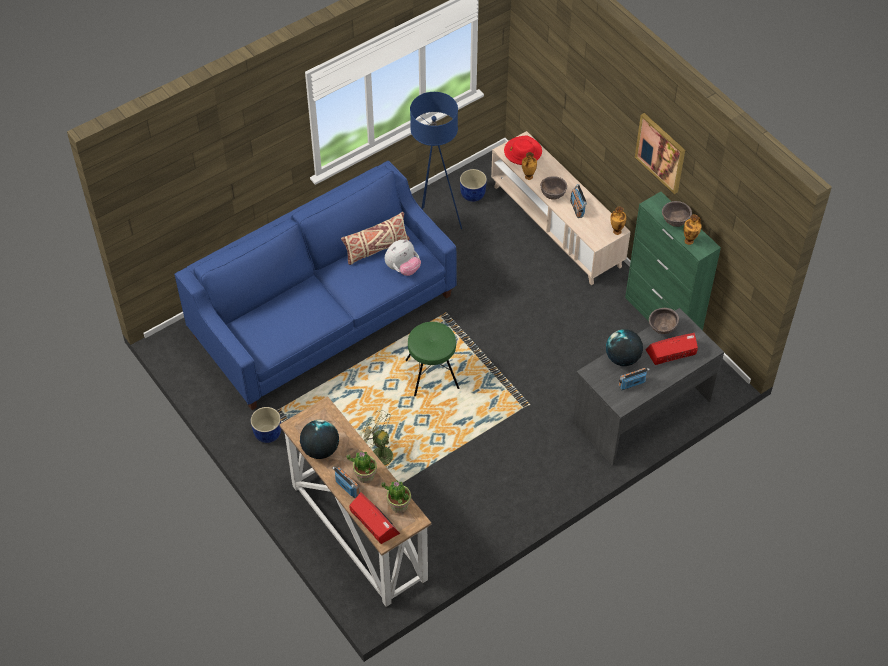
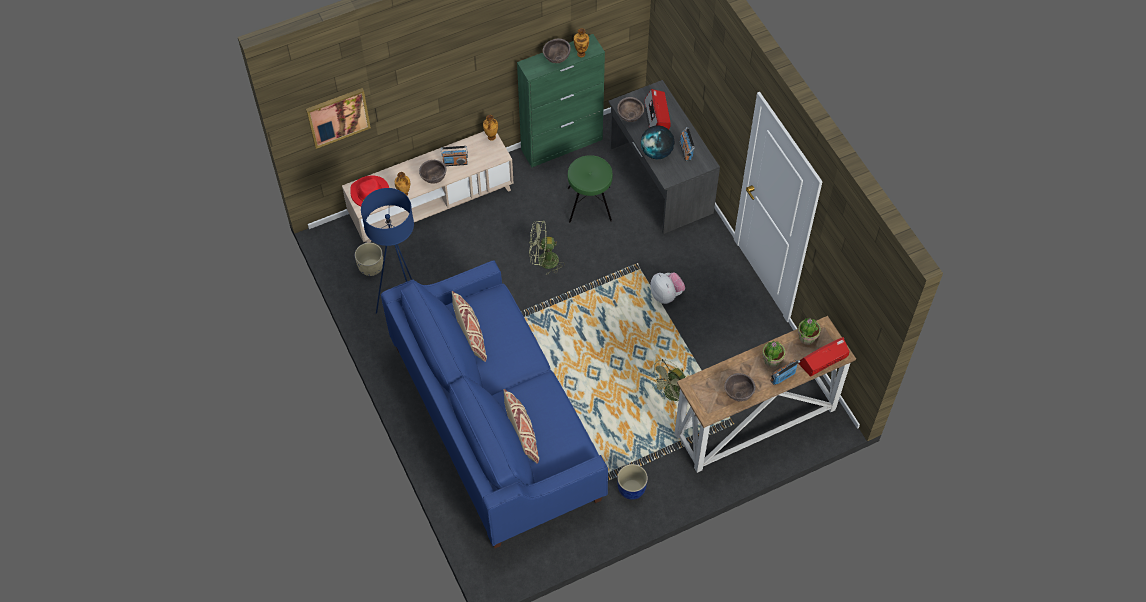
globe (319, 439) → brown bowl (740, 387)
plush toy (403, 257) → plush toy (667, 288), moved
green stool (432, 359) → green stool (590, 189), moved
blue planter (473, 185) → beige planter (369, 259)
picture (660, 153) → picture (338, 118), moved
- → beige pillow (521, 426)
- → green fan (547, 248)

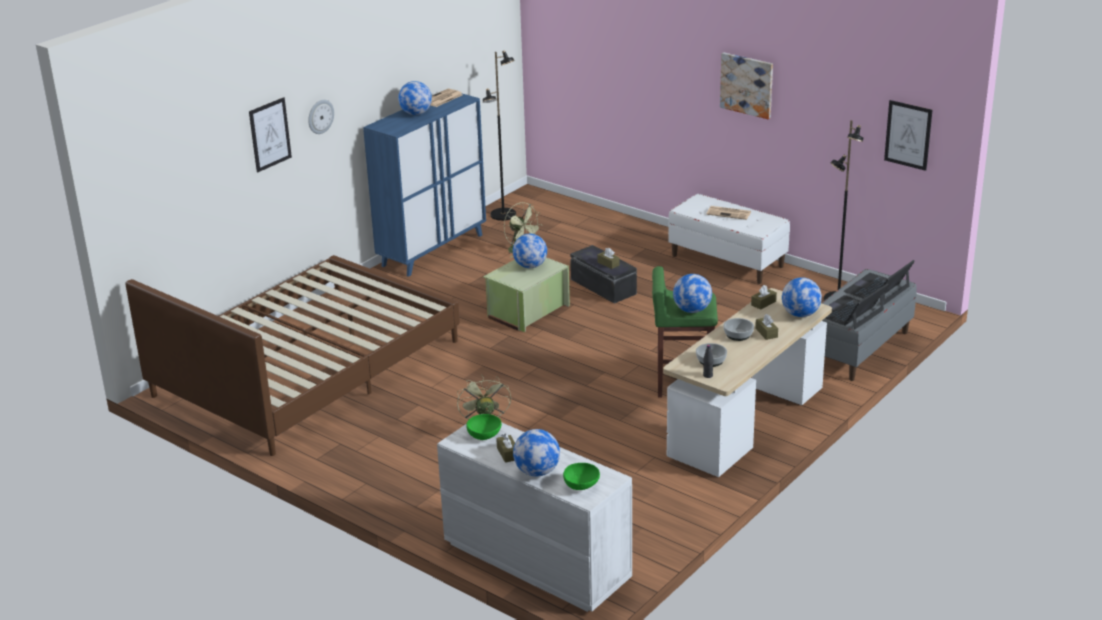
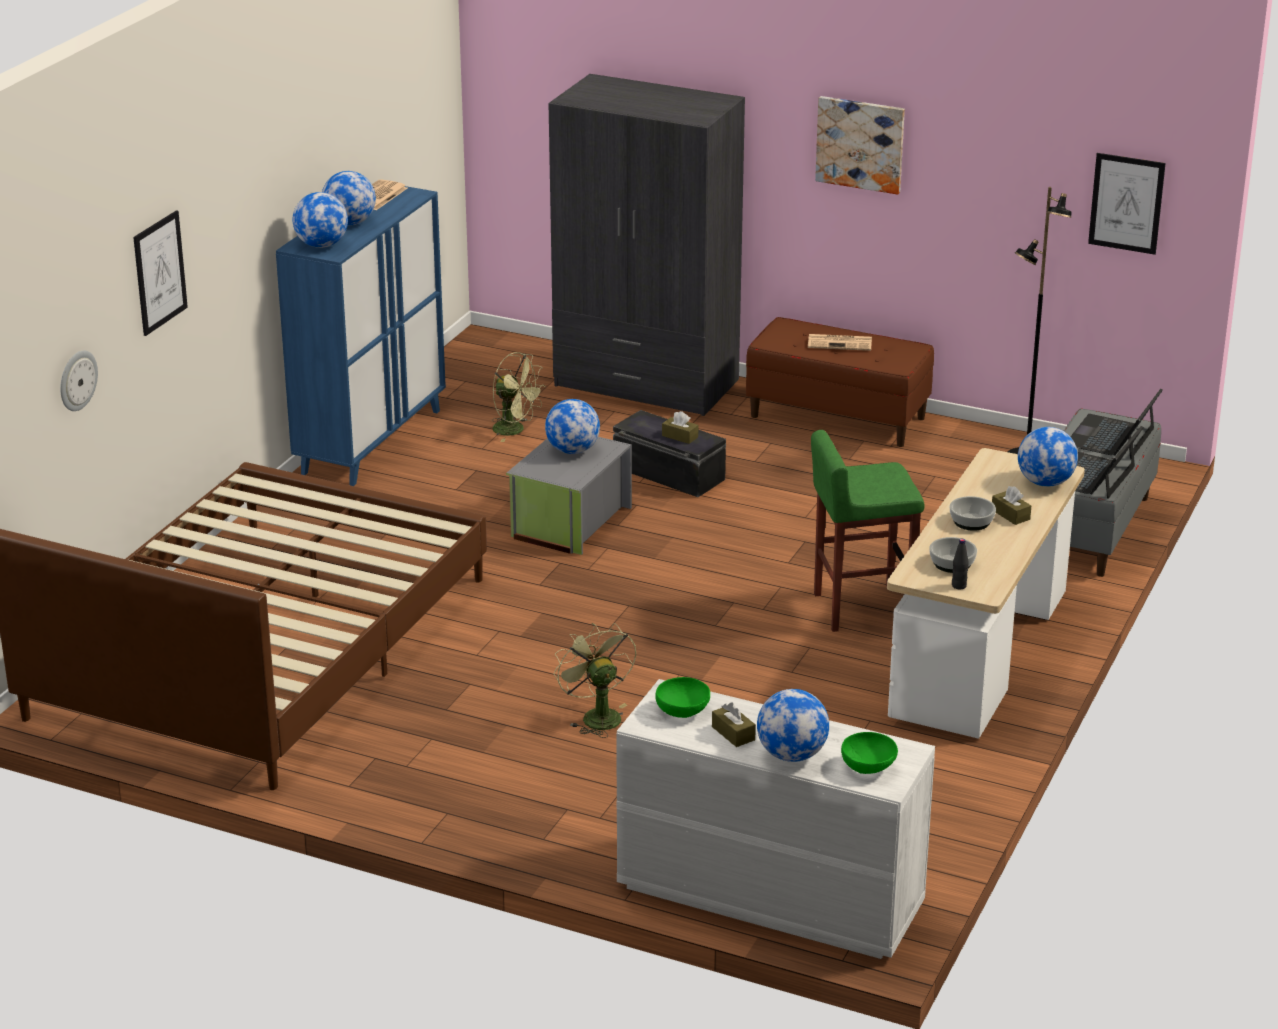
wall clock (321, 117) → wall clock (79, 381), moved
black floor lamp (499, 135) → -
green storage box (526, 294) → grey storage box (569, 496)
white bench (729, 239) → brown bench (840, 382)
globe (692, 293) → globe (320, 220), moved
brown tissue box (764, 297) → -
- → grey wardrobe (647, 245)

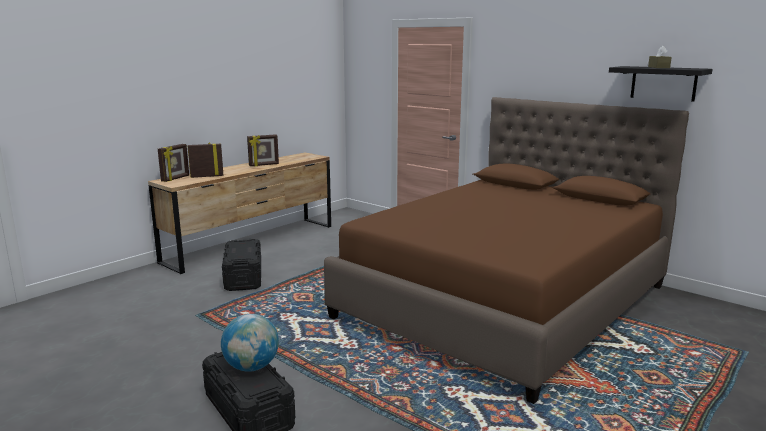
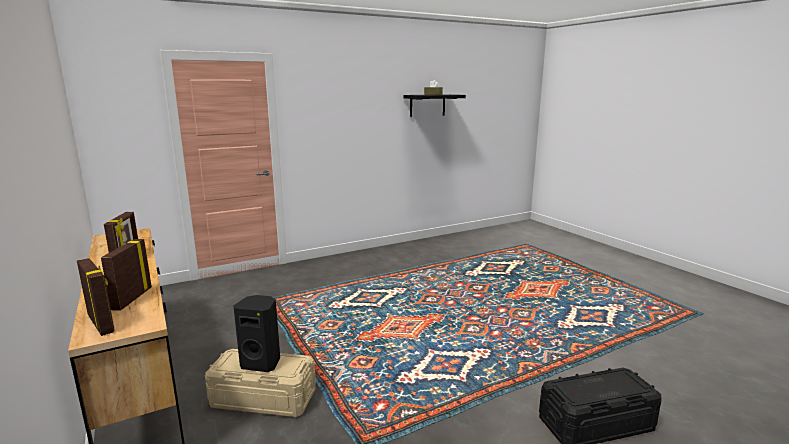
globe (250, 343) → -
black storage box (241, 265) → beige storage box (260, 383)
brown bed (506, 250) → -
- → black speaker (256, 333)

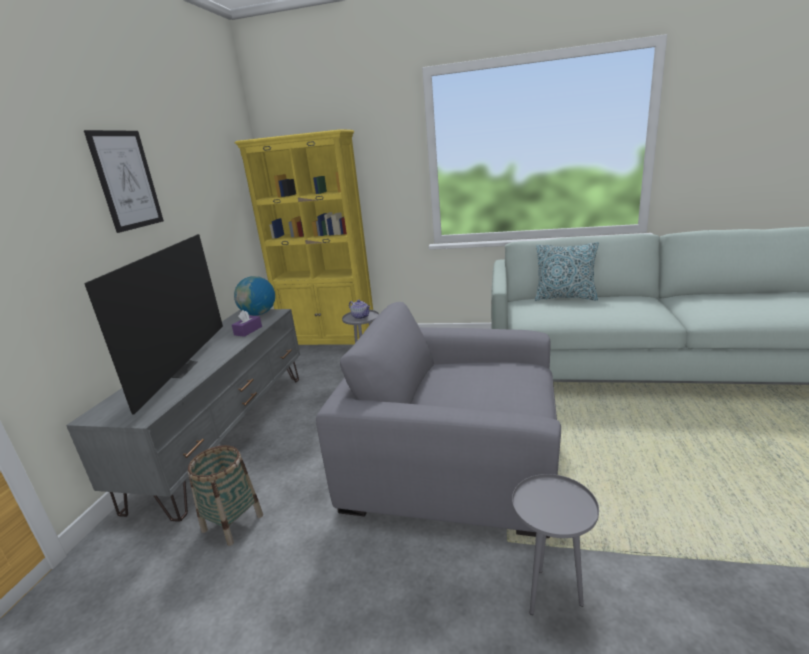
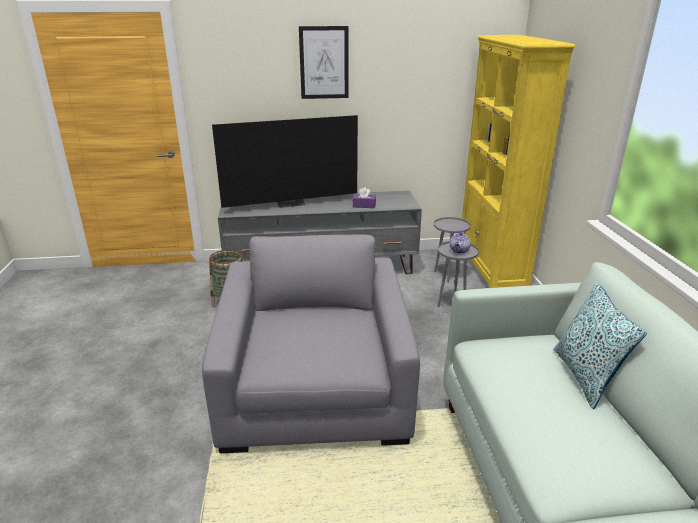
globe (254, 296) → -
grey side table (555, 544) → grey side table (452, 249), moved

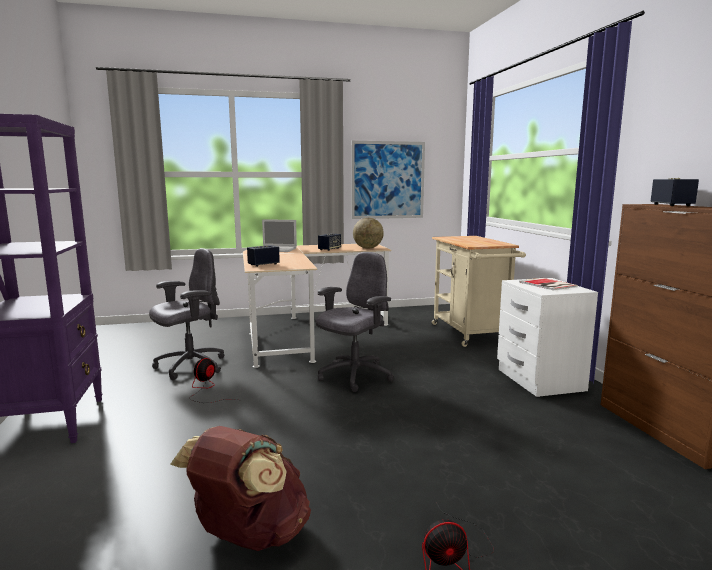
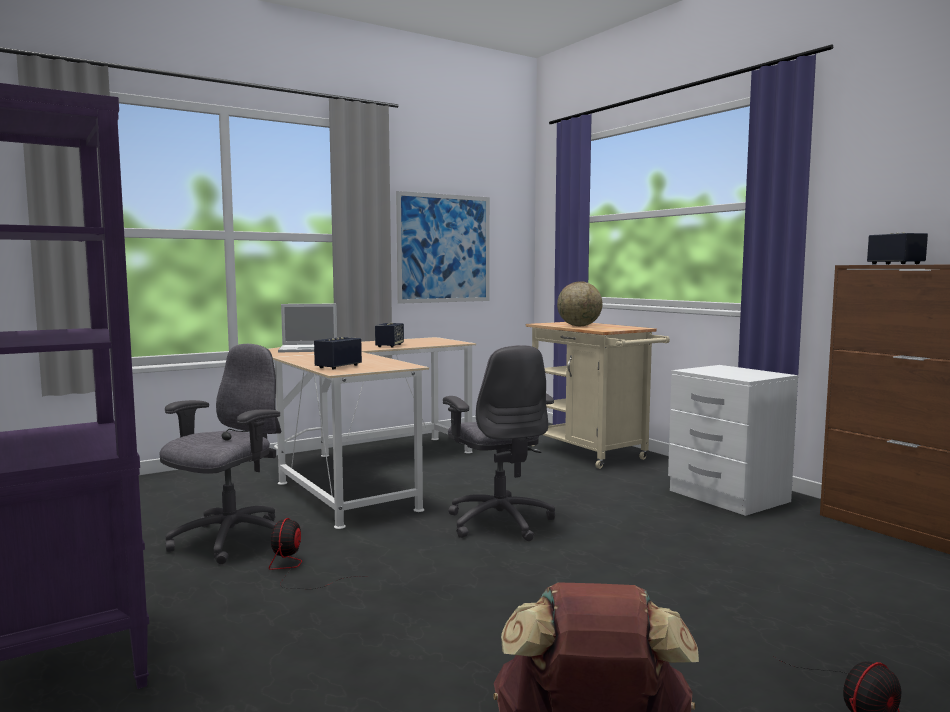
grey office chair (354, 322) → grey office chair (499, 443), 135 degrees clockwise
globe (368, 233) → globe (580, 303), moved
book (548, 284) → -

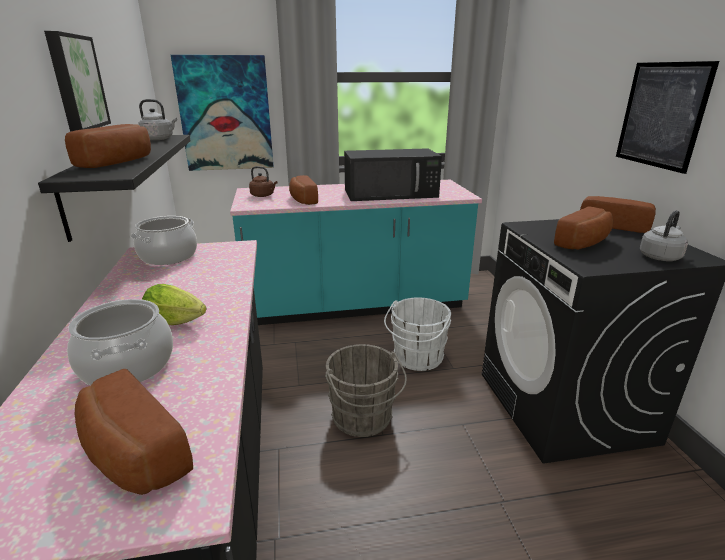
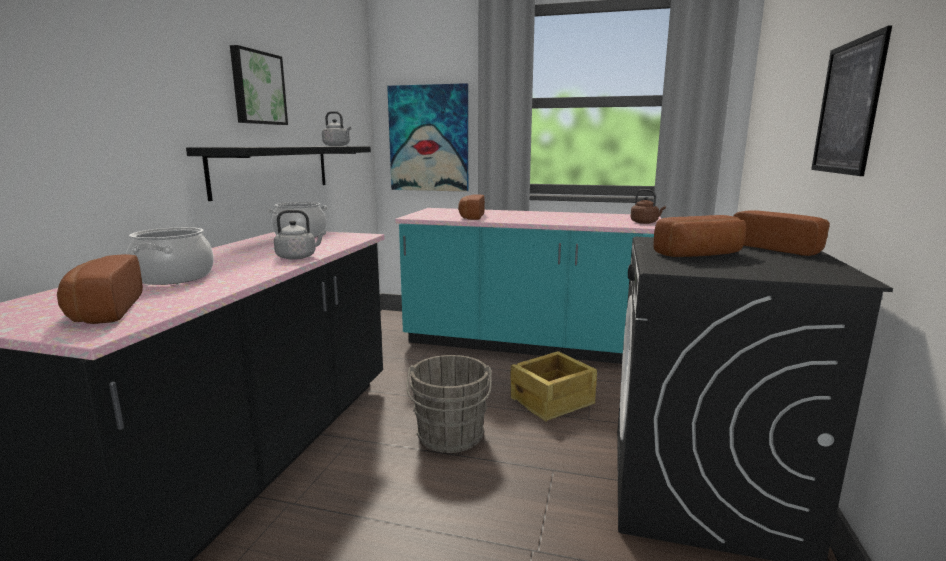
bread (108, 146) → -
lettuce (174, 304) → -
brown kettle (263, 181) → brown kettle (648, 206), moved
black microwave (393, 174) → -
white bucket (417, 334) → crate (553, 386)
grey kettle (664, 235) → grey kettle (300, 235), moved

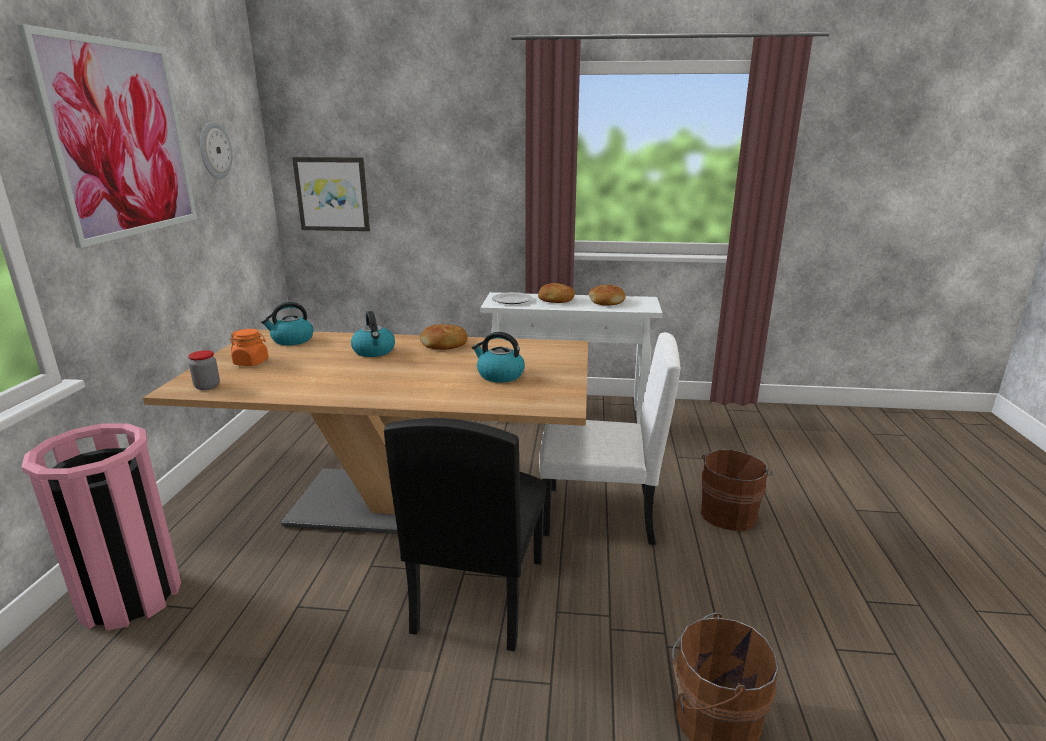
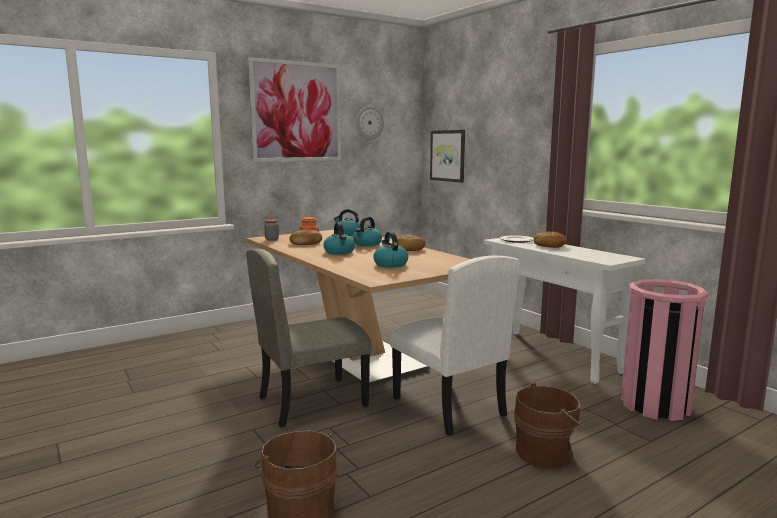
pink trash can (101, 527) → pink trash can (665, 350), moved
black chair (465, 534) → beige chair (309, 338)
bread (607, 295) → bread (305, 237), moved
- → kettle (339, 238)

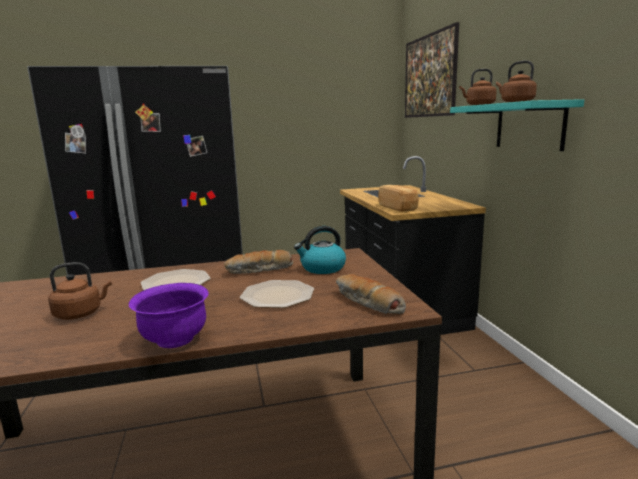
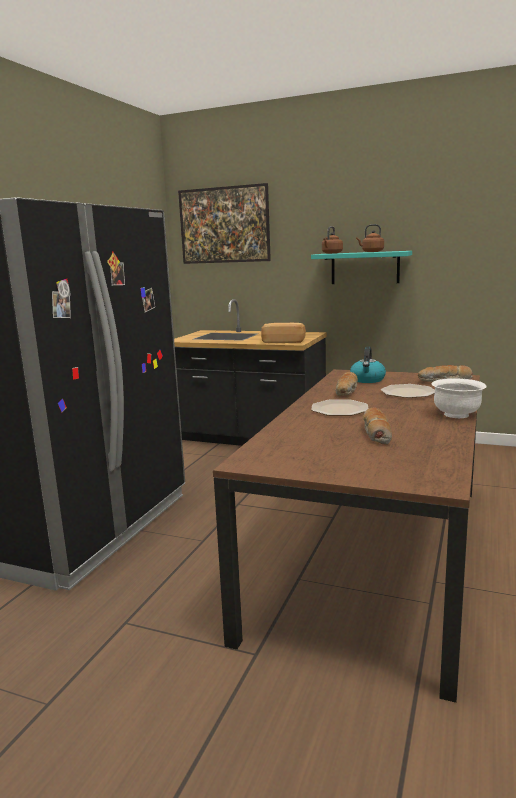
brown kettle (80, 291) → bread (377, 426)
purple bowl (169, 315) → white bowl (459, 398)

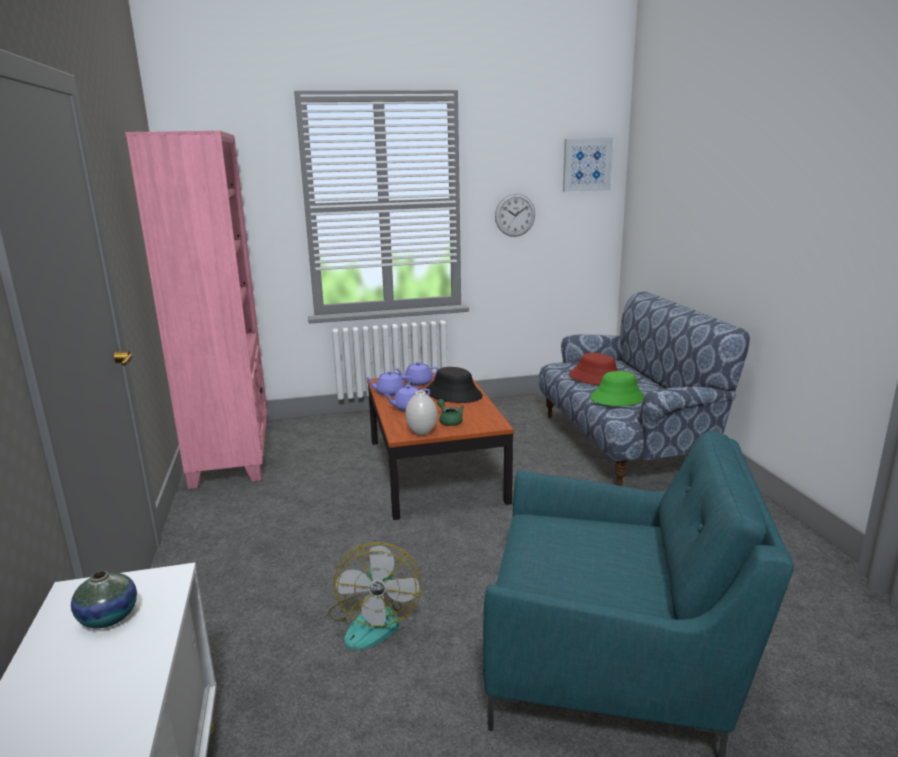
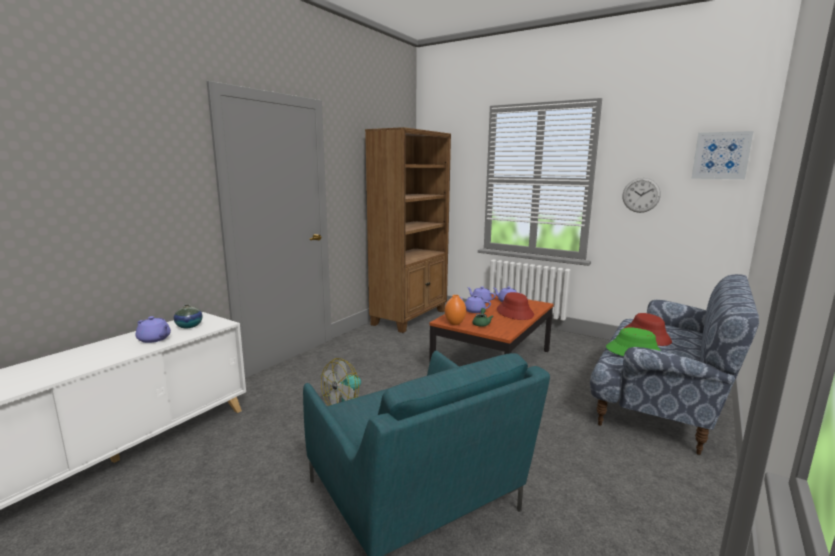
pink bookcase (196, 310) → brown bookcase (408, 230)
white vase (421, 413) → orange vase (455, 310)
black hat (454, 385) → red hat (515, 306)
- → purple teapot (153, 329)

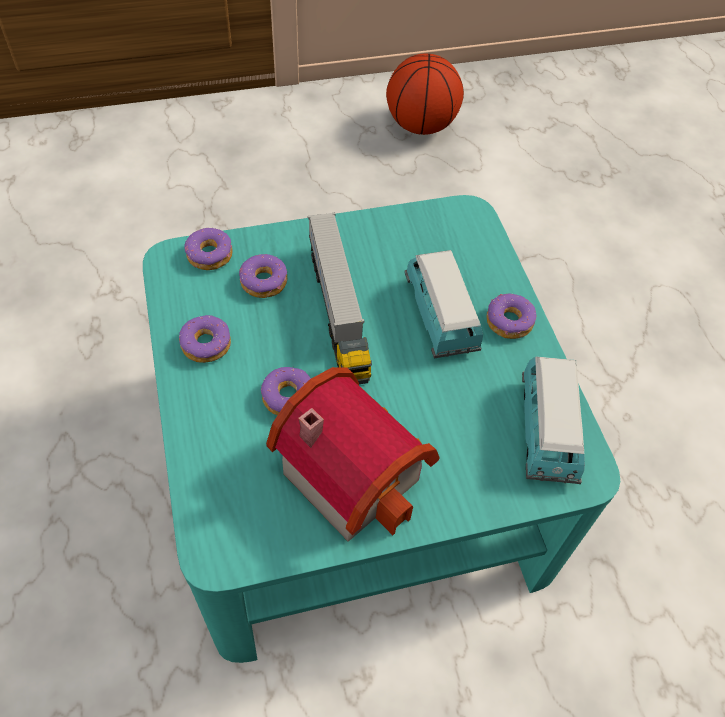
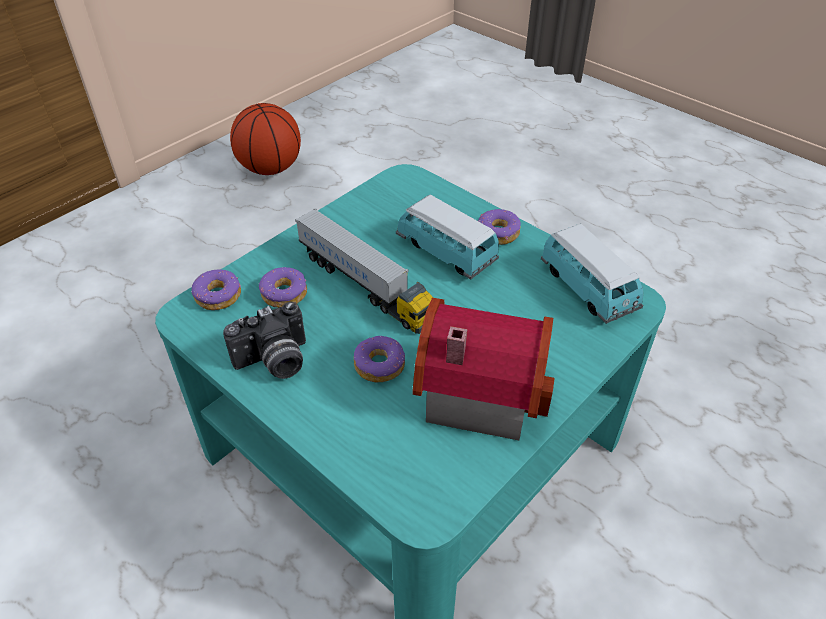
donut (205, 339) → photo camera (264, 340)

